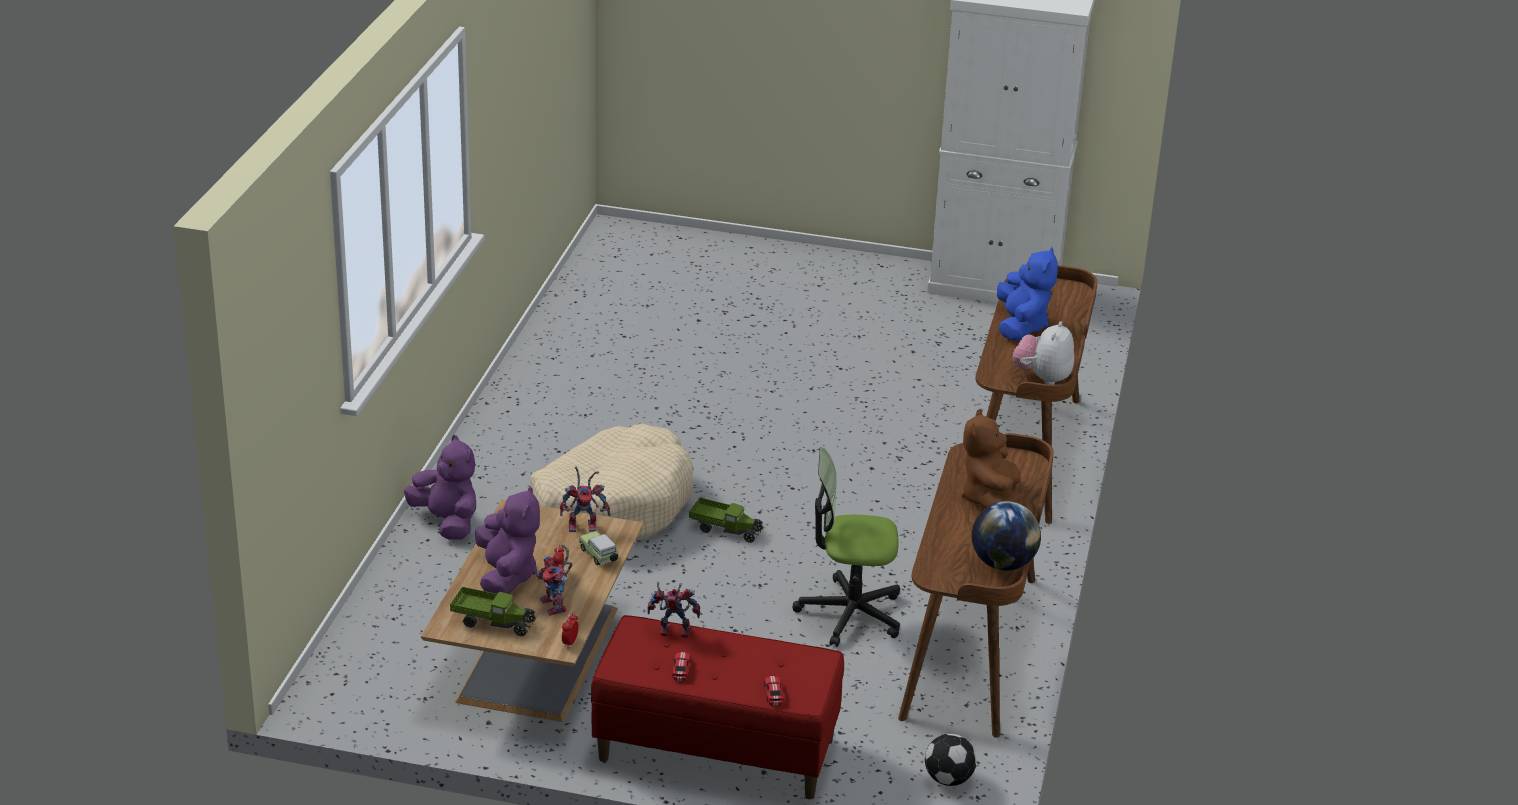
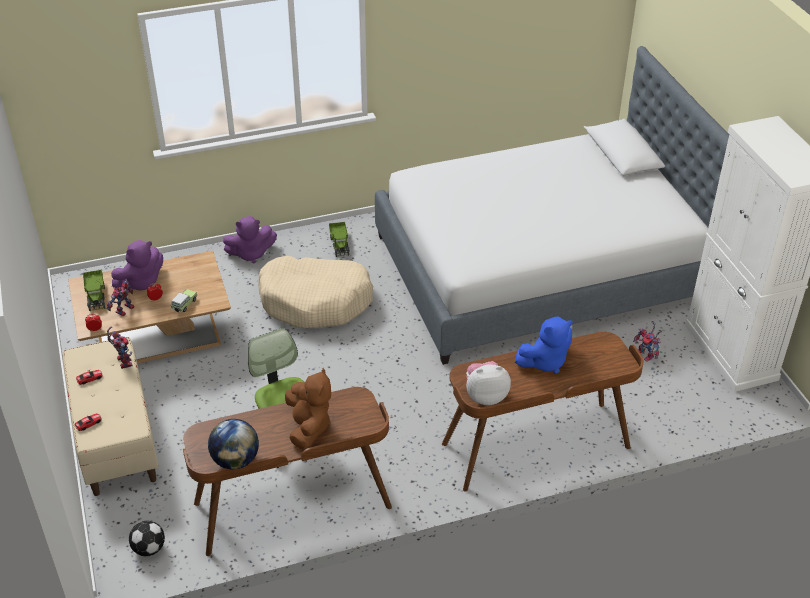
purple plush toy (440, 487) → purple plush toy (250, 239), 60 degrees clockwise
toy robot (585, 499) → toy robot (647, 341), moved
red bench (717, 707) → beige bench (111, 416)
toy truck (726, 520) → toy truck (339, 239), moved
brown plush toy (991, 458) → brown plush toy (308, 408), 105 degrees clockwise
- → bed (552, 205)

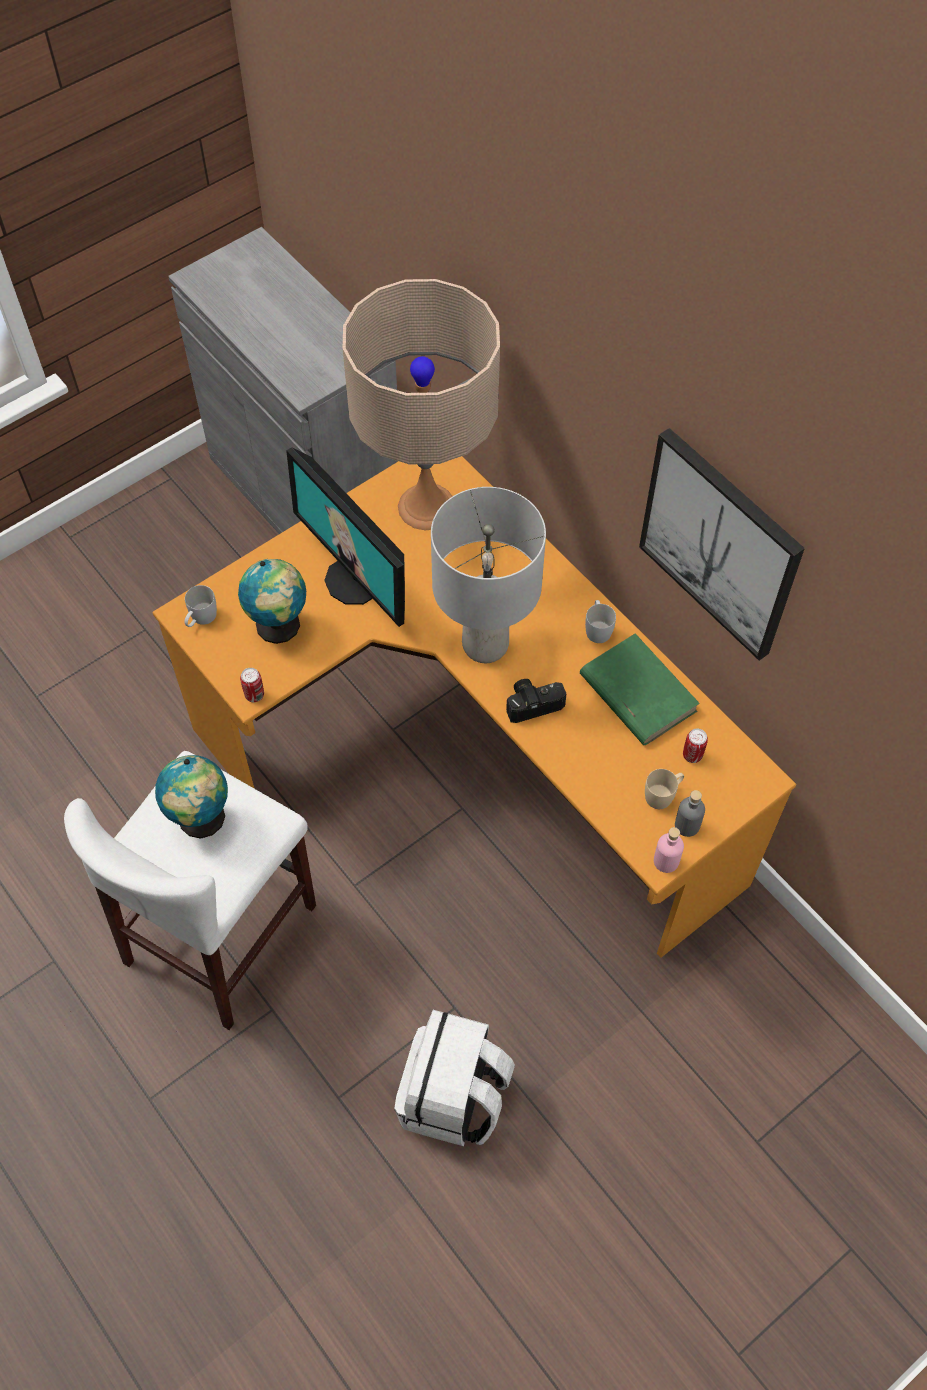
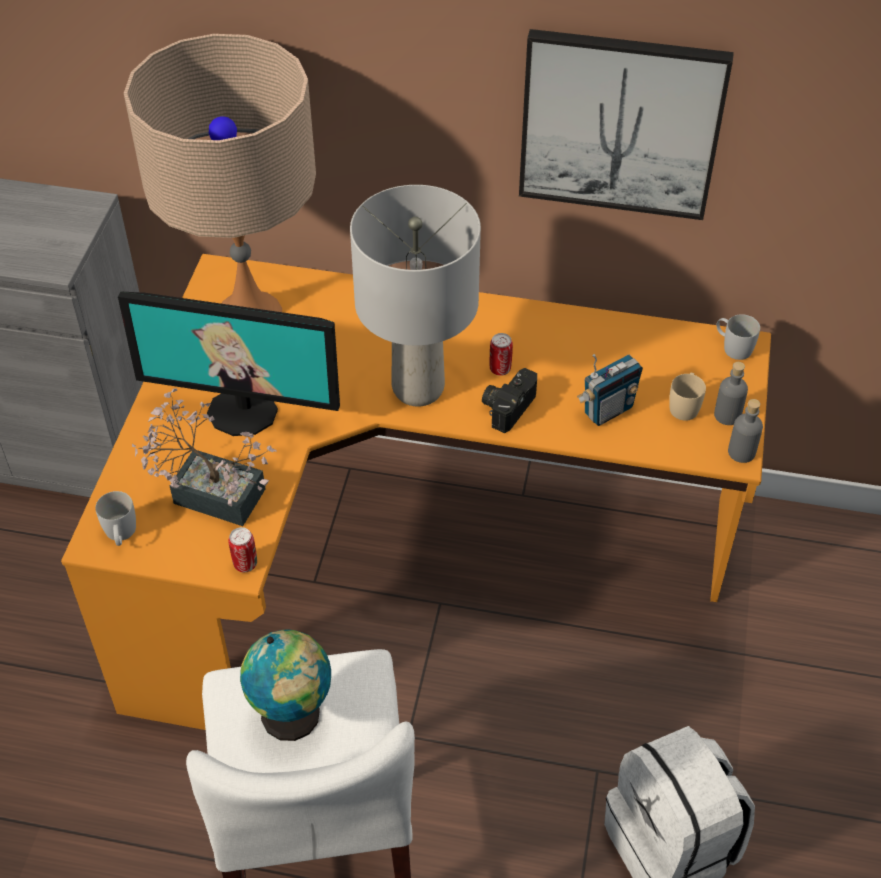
globe (272, 601) → potted plant (204, 457)
green book (640, 689) → -
white mug (600, 621) → white mug (738, 337), moved
pink bottle (669, 850) → grey bottle (745, 431)
can (695, 745) → can (501, 354), moved
- → radio (610, 390)

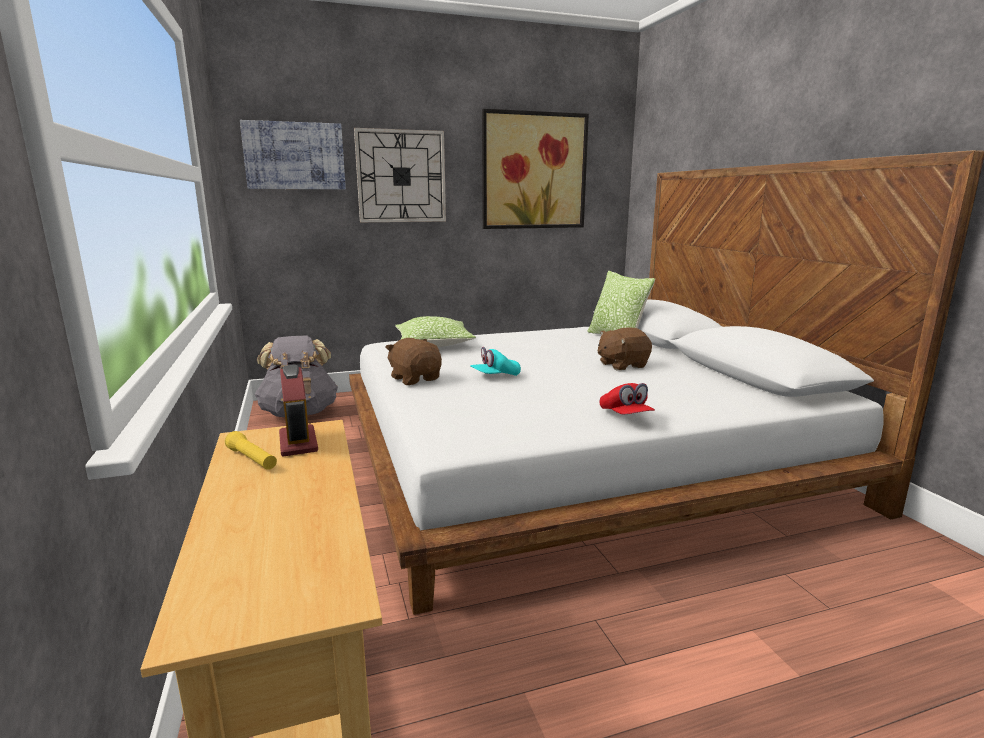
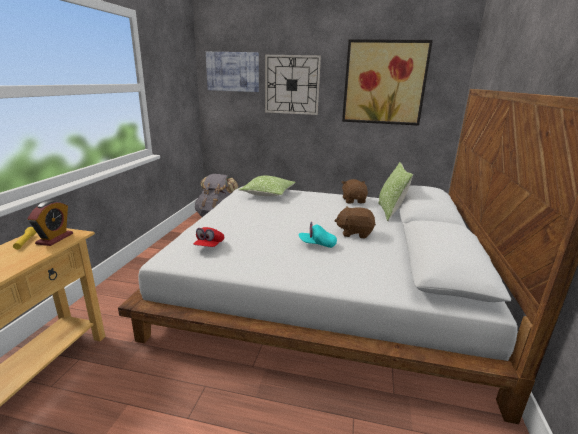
brown plush toy (413, 361) → brown plush toy (355, 191), moved
turquoise cap (495, 361) → turquoise cap (318, 235), moved
red cap (627, 398) → red cap (208, 237), moved

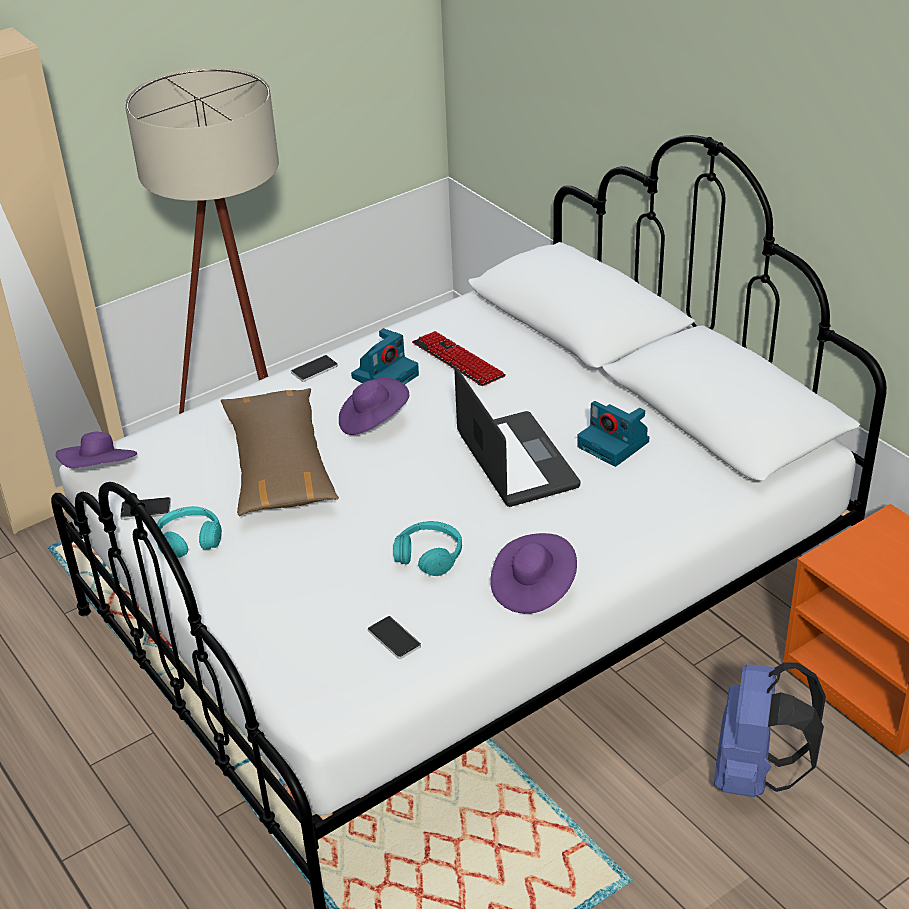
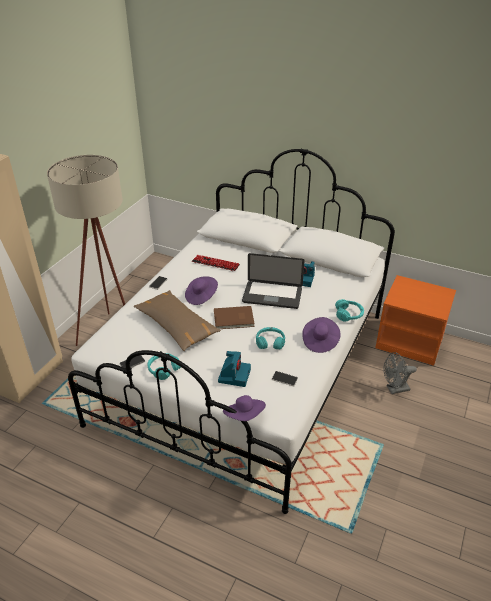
purple hat (96, 450) → purple hat (244, 408), moved
photo camera (385, 356) → photo camera (234, 369), moved
laptop (517, 436) → laptop (273, 281), 150 degrees clockwise
blue backpack (770, 729) → grey fan (400, 373)
- → brown book (234, 317)
- → turquoise headphones (349, 310)

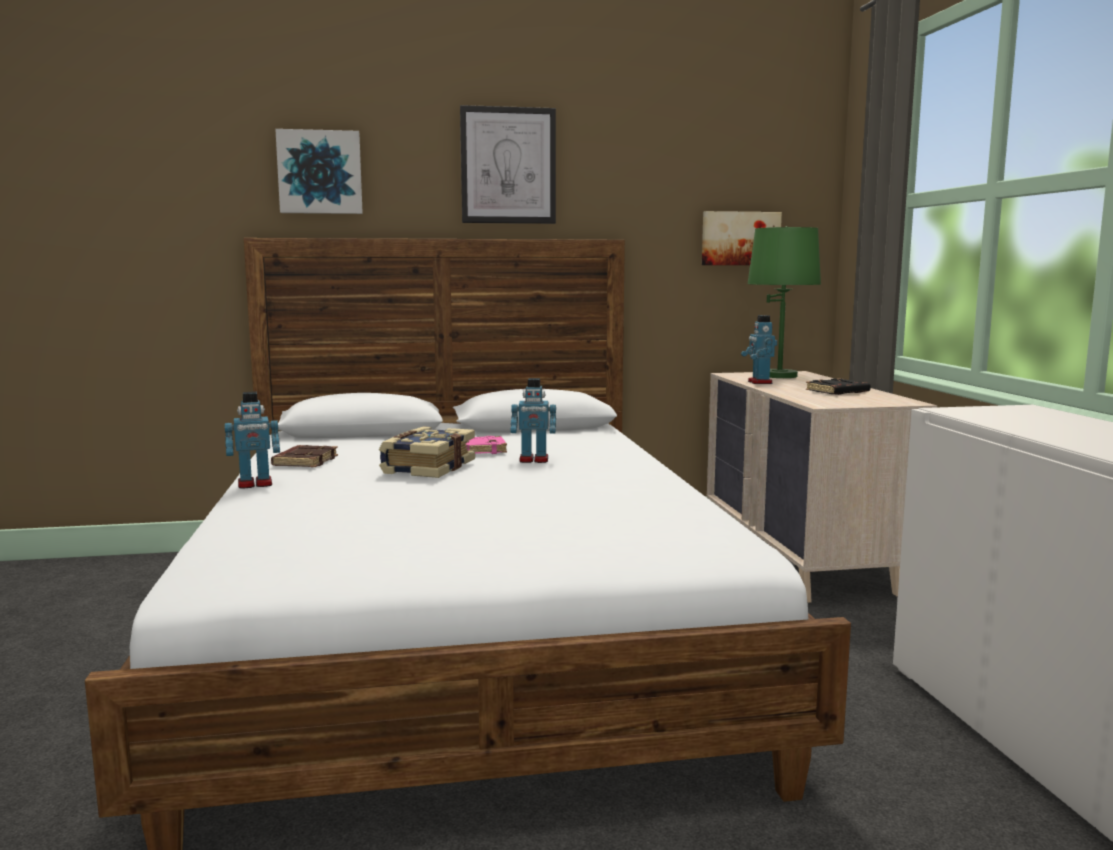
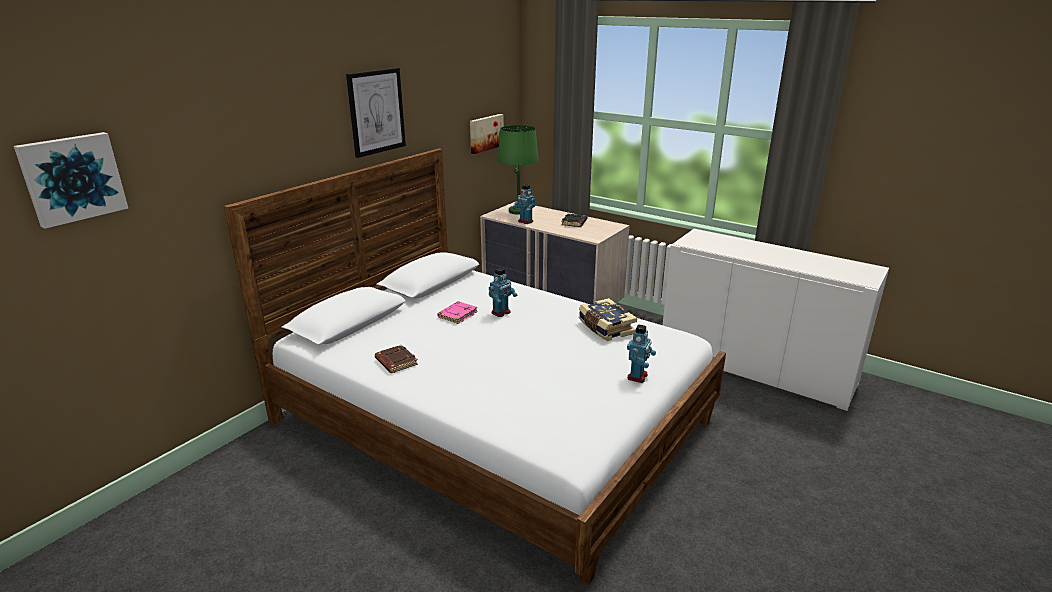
toy robot (252, 440) → toy robot (641, 353), moved
picture (319, 171) → picture (71, 180), moved
book (427, 452) → book (608, 319), moved

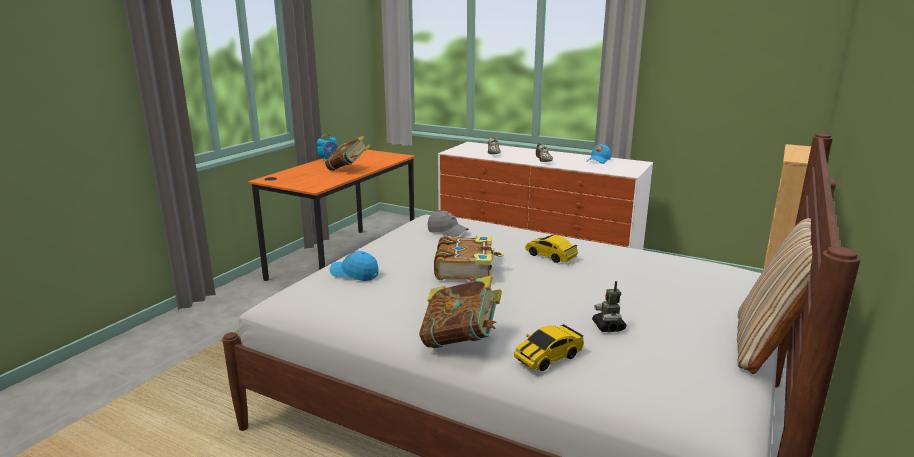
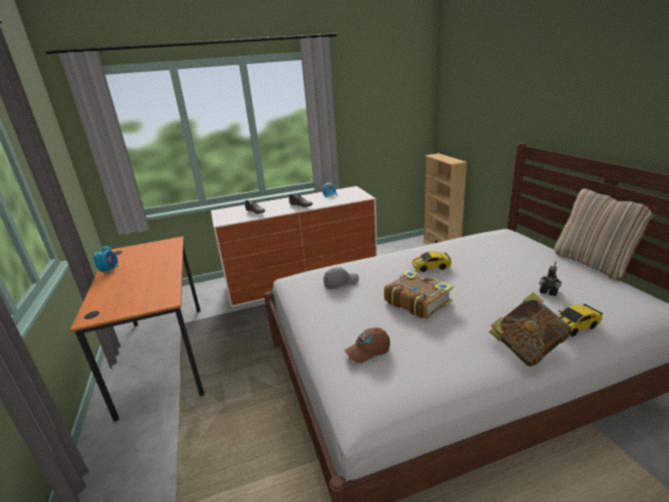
book (347, 153) → -
blue cap (354, 266) → brown cap (367, 345)
toy car (549, 347) → toy car (580, 320), 60 degrees clockwise

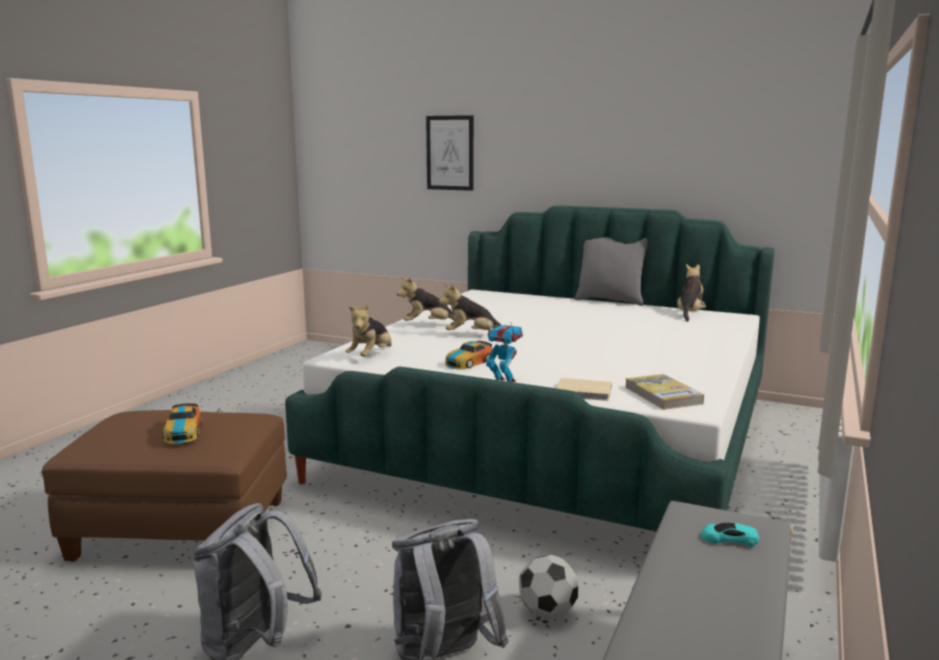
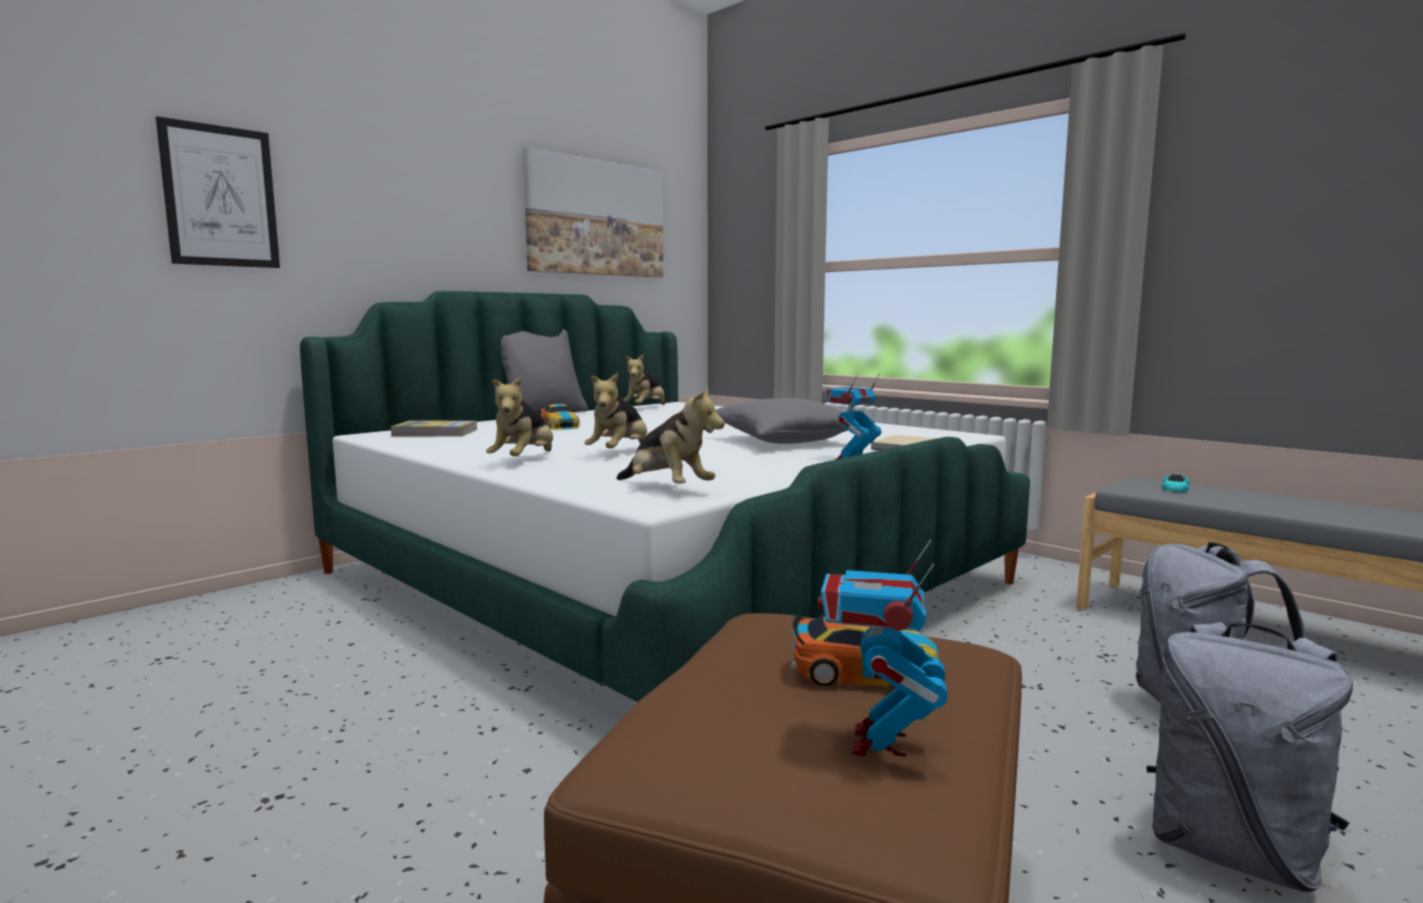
toy car (468, 355) → toy car (560, 417), moved
football (548, 587) → -
book (664, 392) → book (433, 429), moved
plush toy (691, 292) → plush toy (644, 380), 105 degrees counterclockwise
- → picture (593, 212)
- → grey pillow (788, 421)
- → toy robot (882, 648)

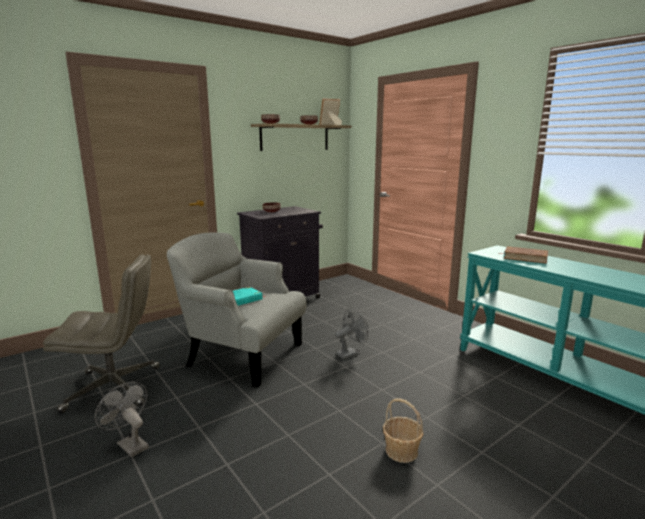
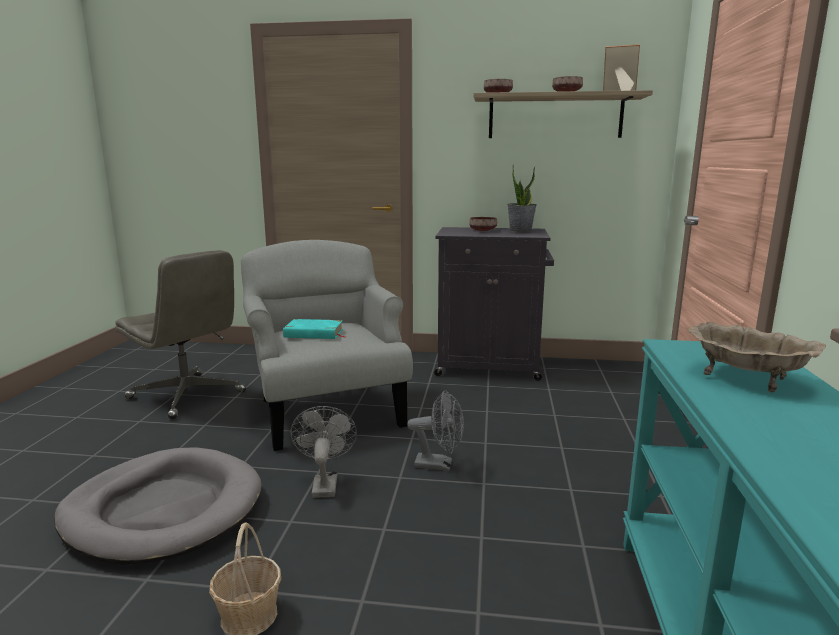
grey fan (122, 419) → grey fan (323, 452), moved
brown book (523, 255) → beige bowl (757, 357)
- → grey dog bed (157, 506)
- → potted plant (522, 199)

